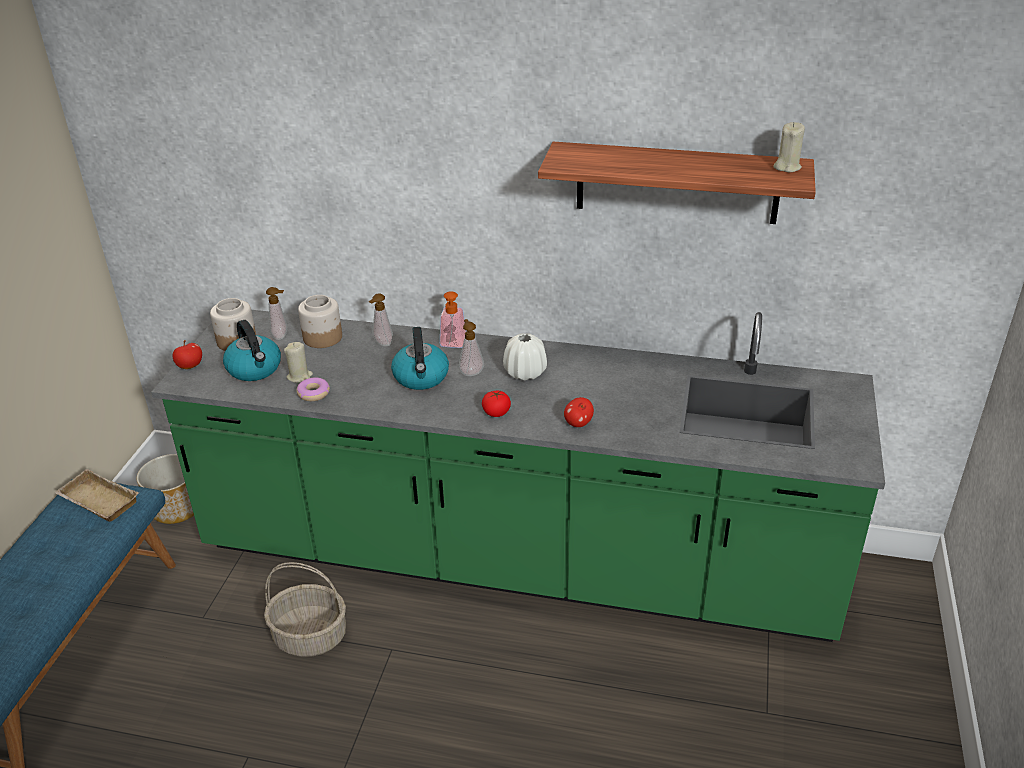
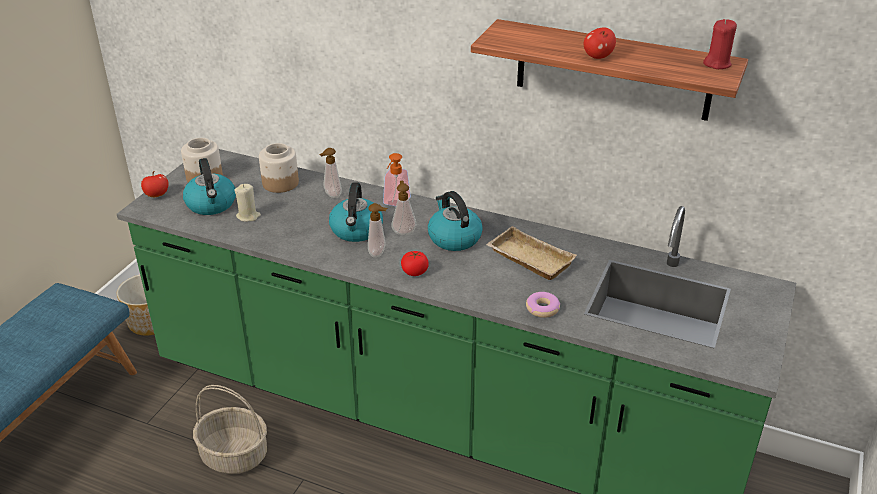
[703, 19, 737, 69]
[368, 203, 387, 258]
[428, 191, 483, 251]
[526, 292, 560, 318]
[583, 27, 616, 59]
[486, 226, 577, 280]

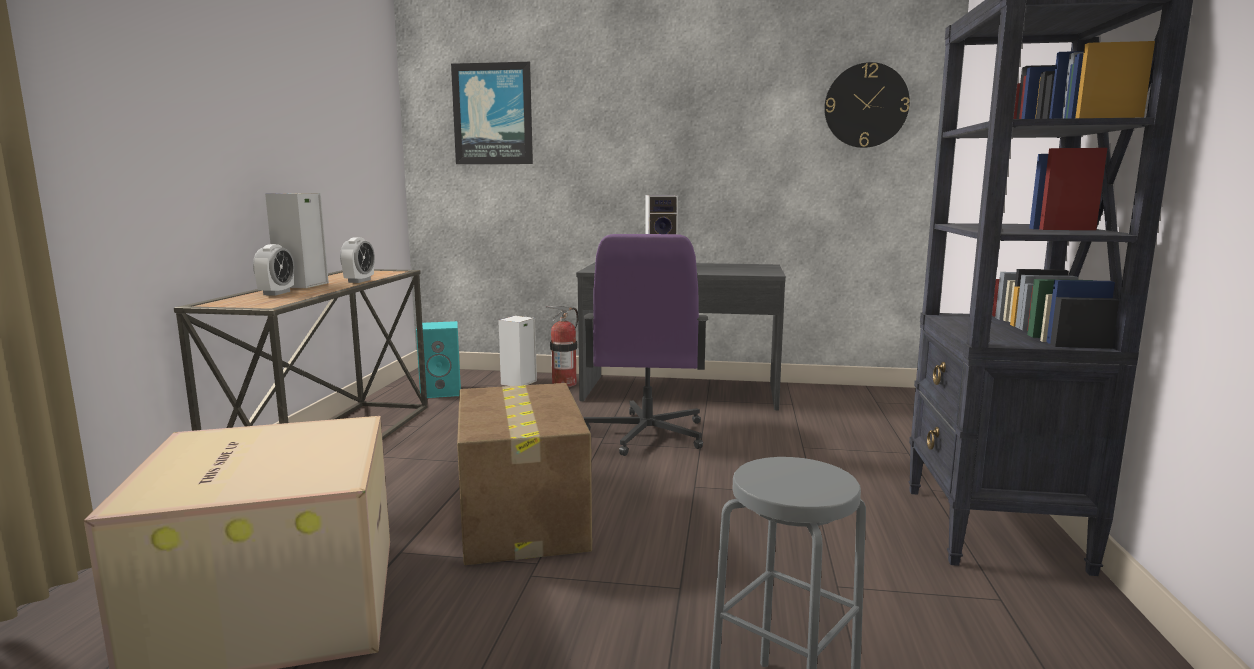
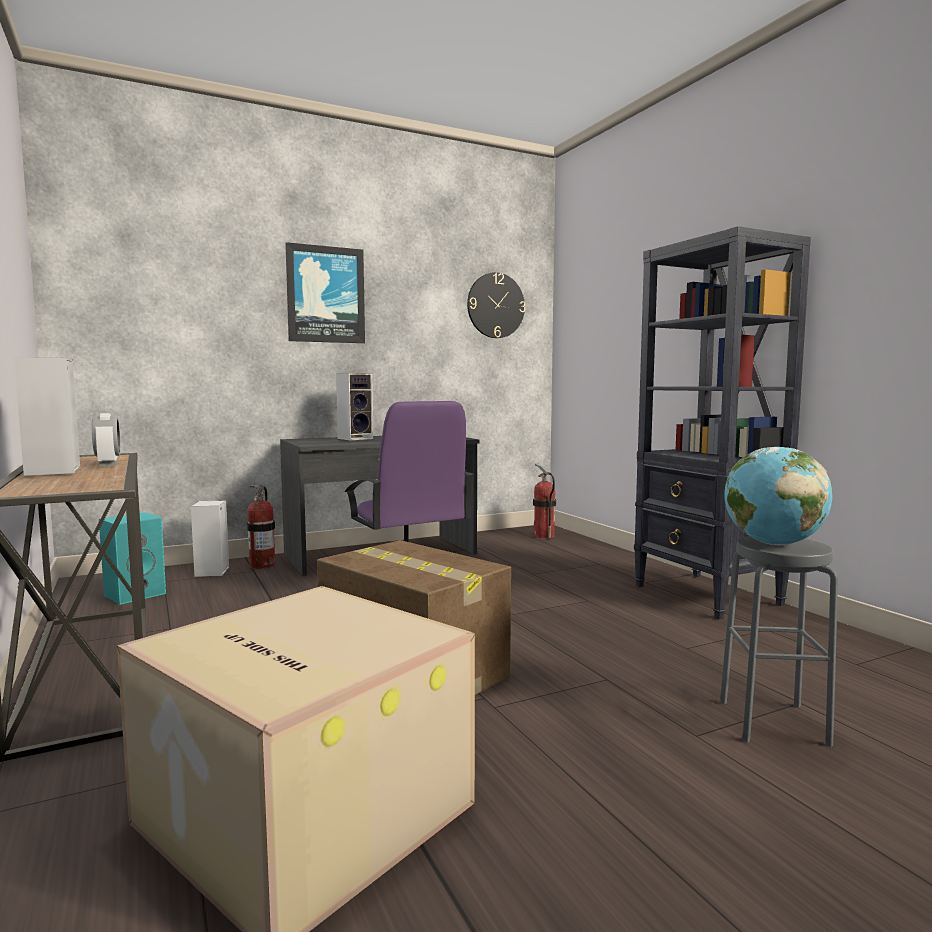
[285, 242, 365, 343]
[253, 244, 294, 296] (first image)
[724, 447, 832, 545]
[533, 464, 556, 538]

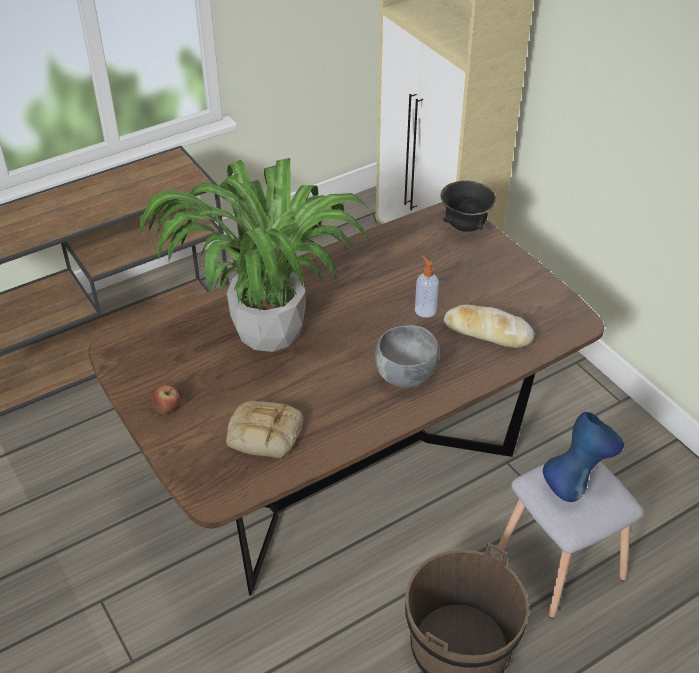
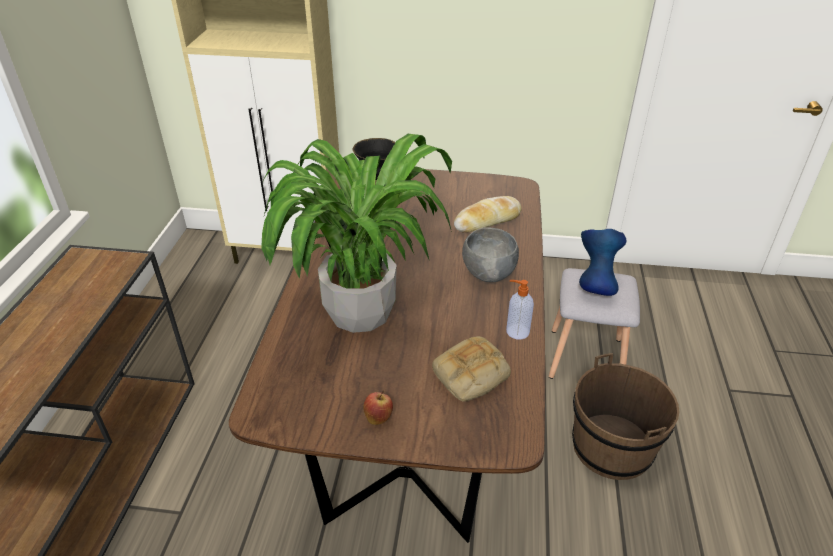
[506, 280, 534, 339]

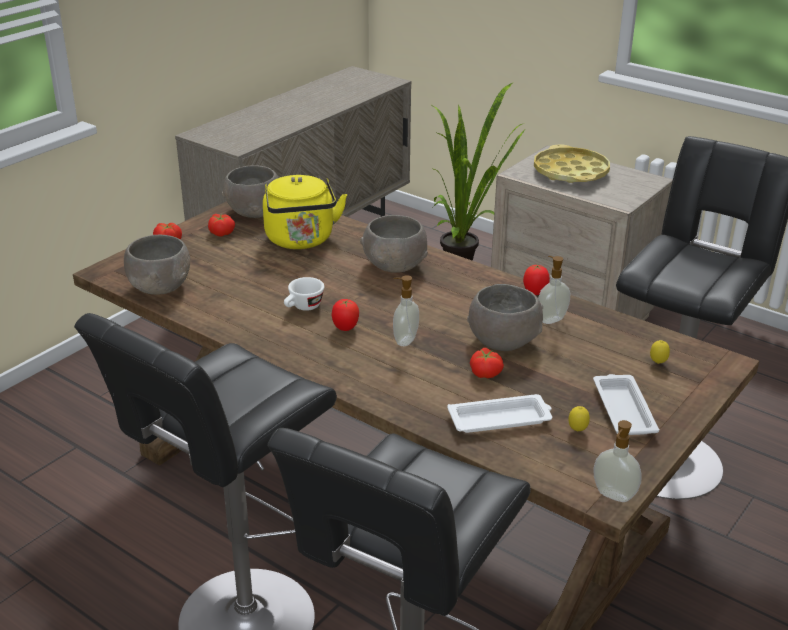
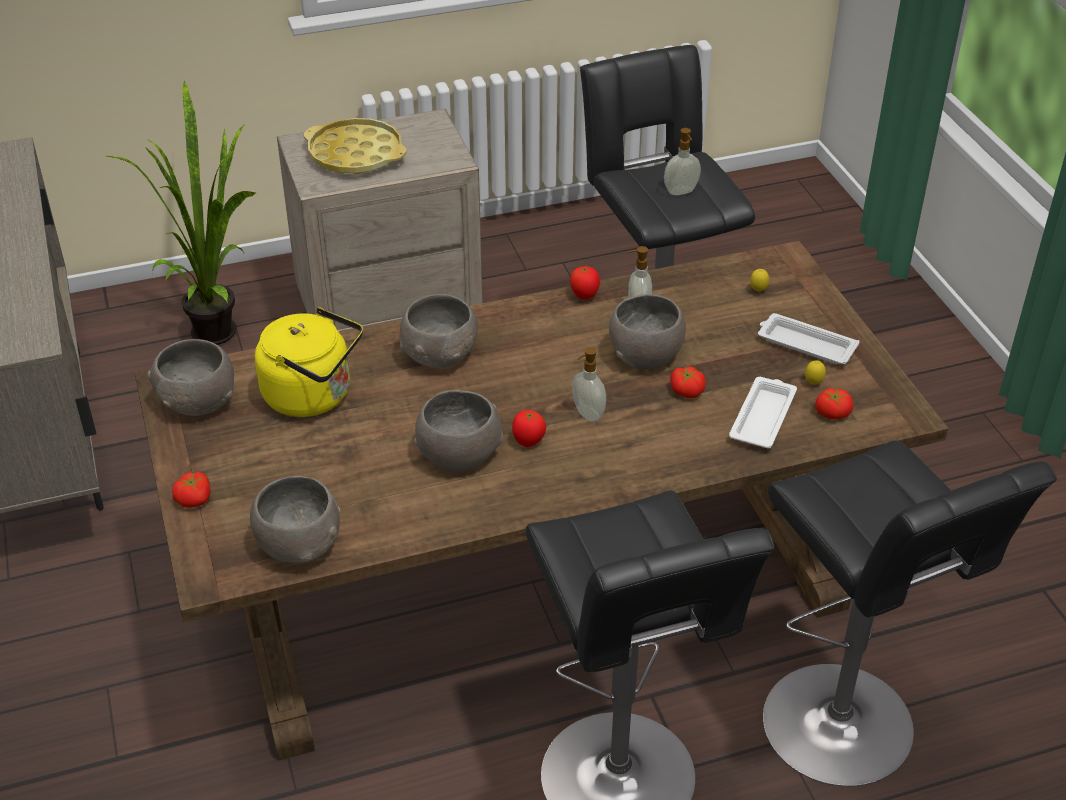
[815, 388, 853, 420]
[414, 390, 503, 471]
[664, 128, 701, 195]

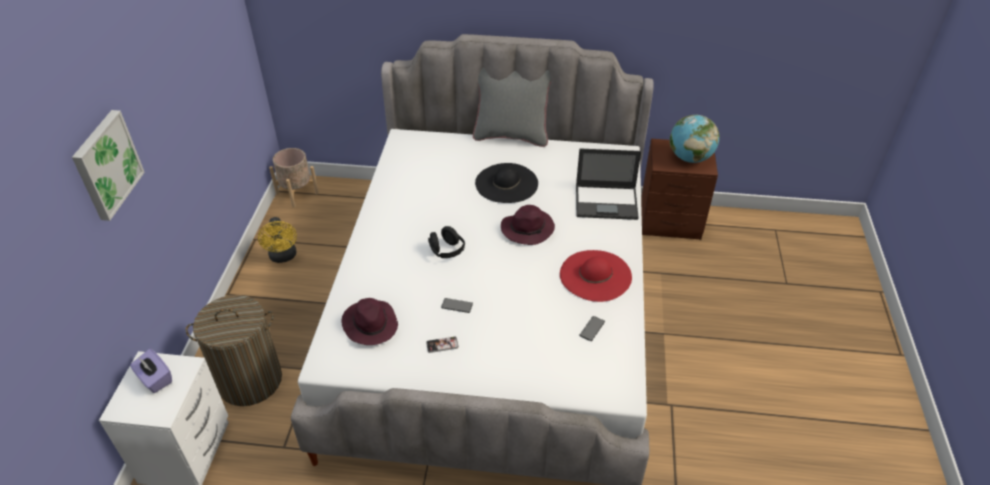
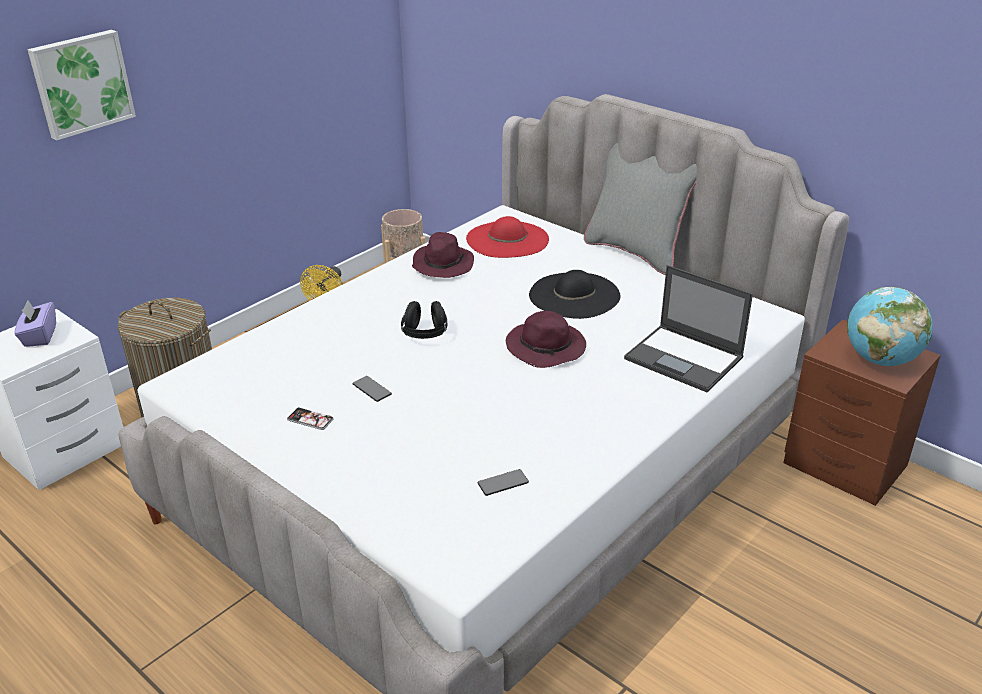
[466, 216, 549, 258]
[412, 232, 474, 278]

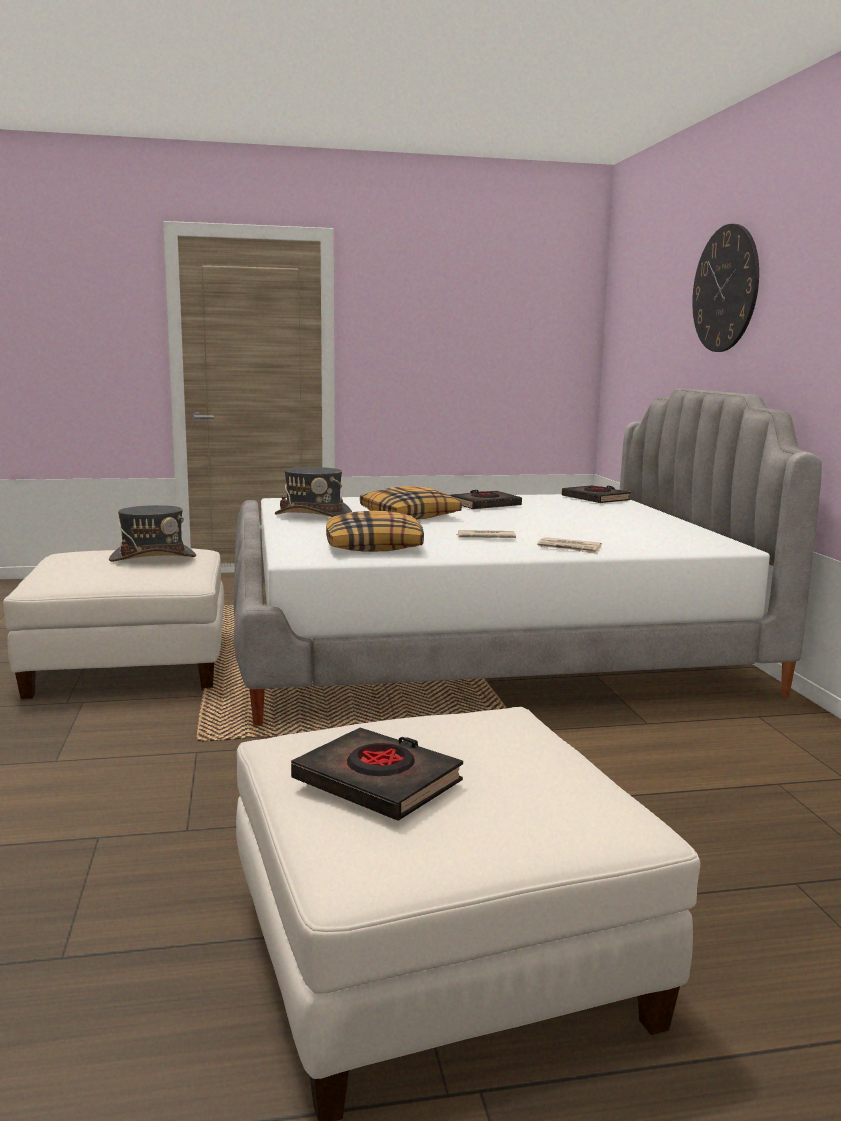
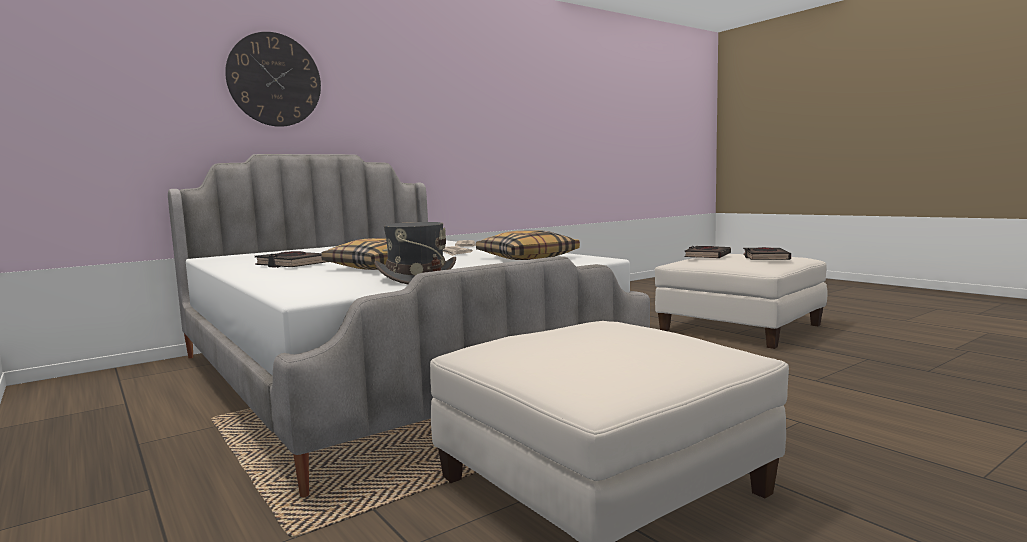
[684, 246, 731, 258]
[109, 505, 196, 562] (first image)

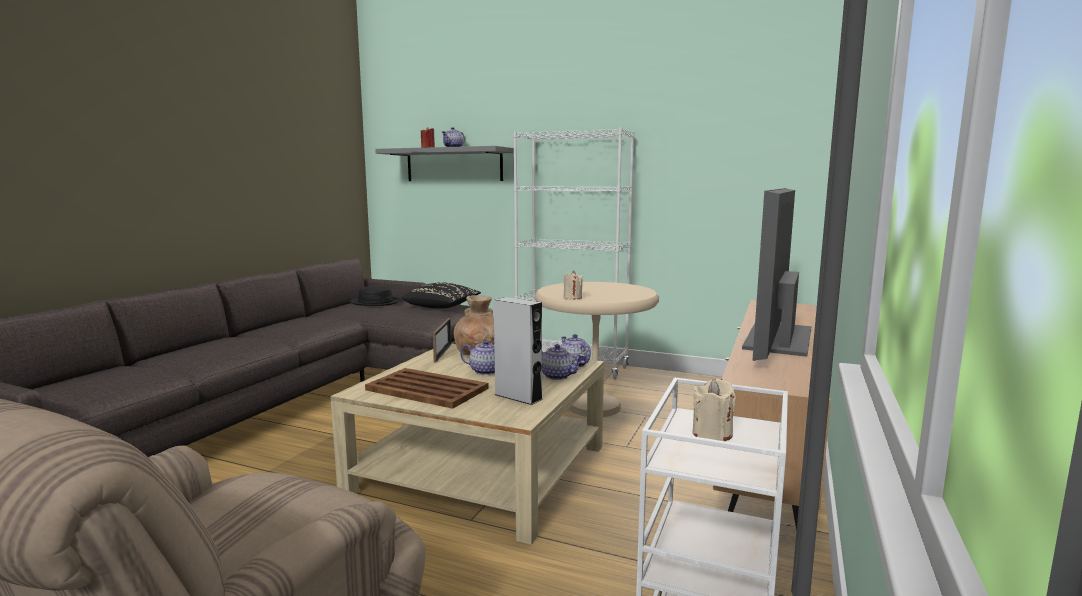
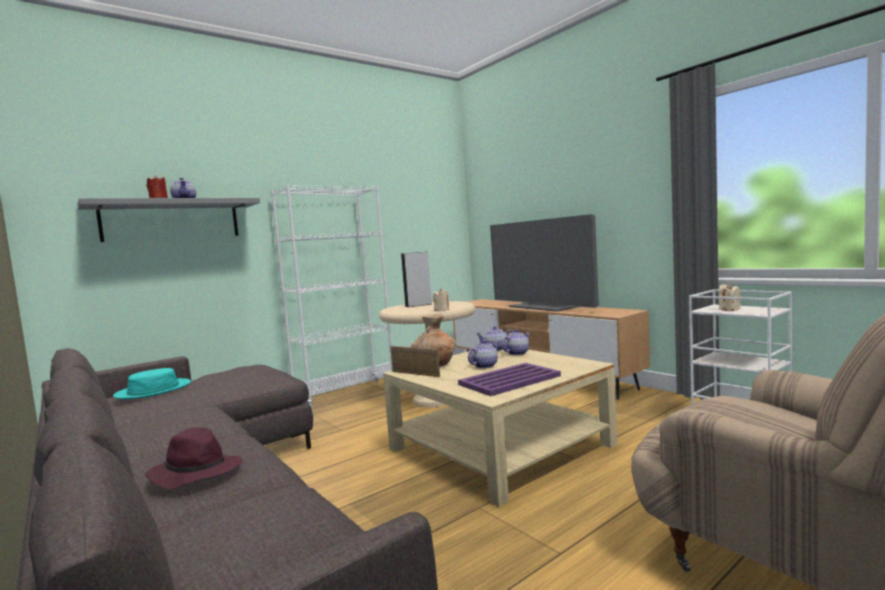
[401, 282, 481, 309] (first image)
[113, 368, 191, 399]
[401, 252, 432, 307]
[458, 363, 561, 396]
[145, 427, 243, 489]

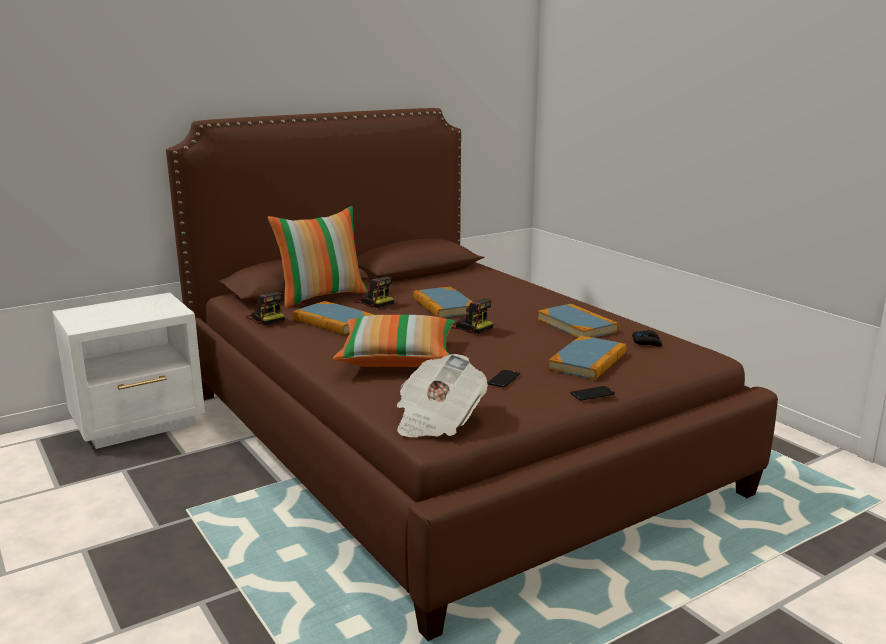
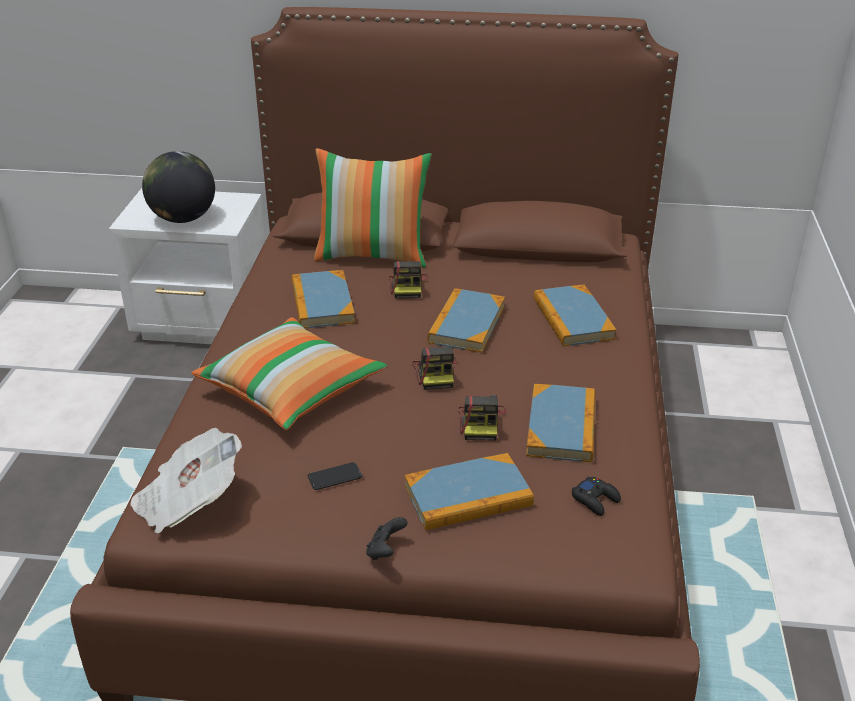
[458, 395, 506, 441]
[366, 517, 408, 560]
[142, 151, 215, 223]
[534, 285, 616, 346]

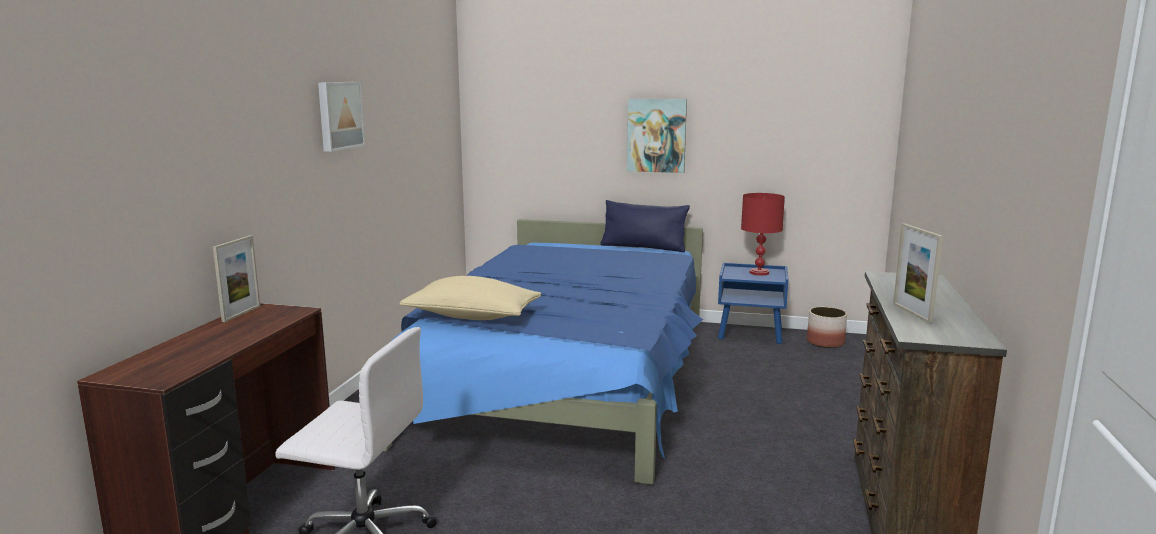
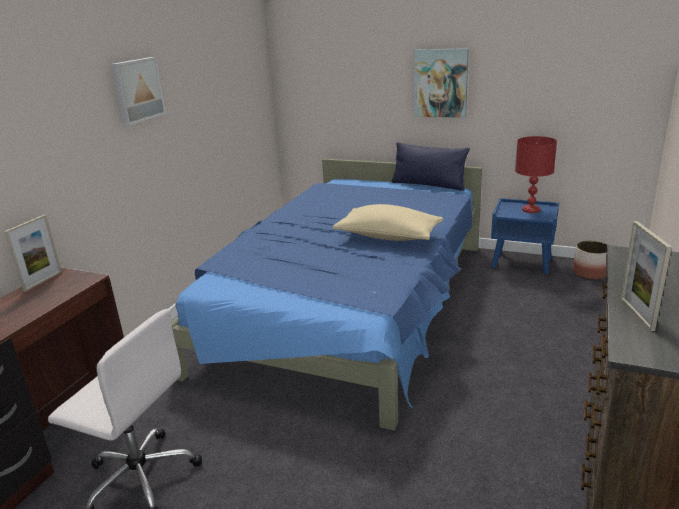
[332, 204, 443, 241]

